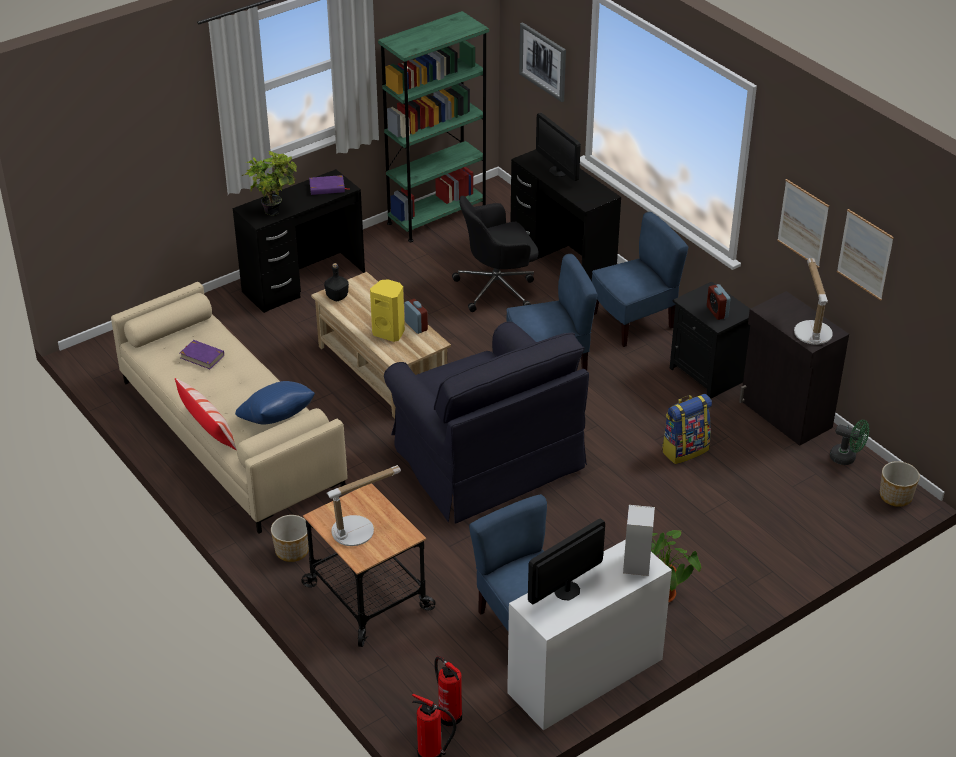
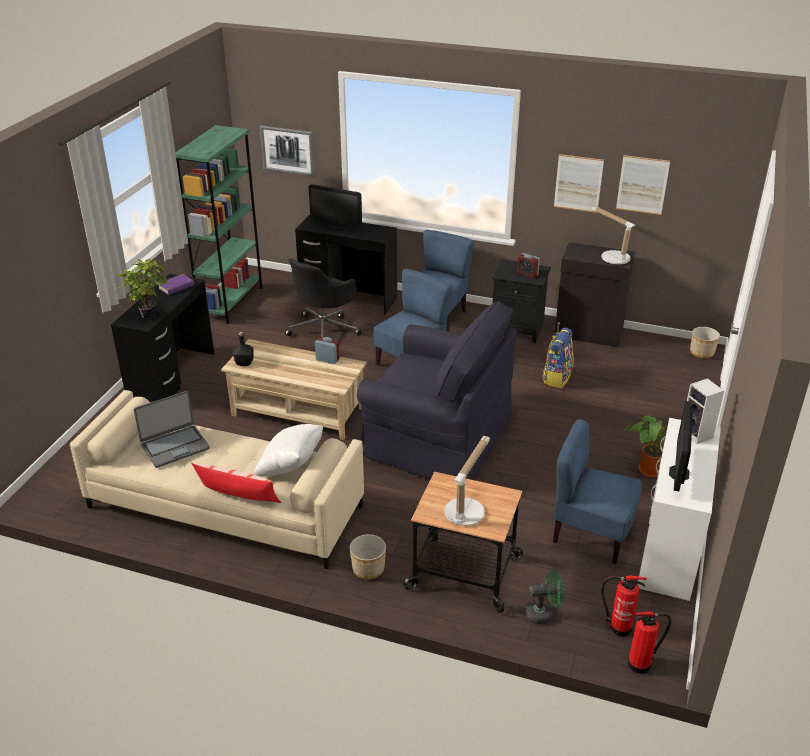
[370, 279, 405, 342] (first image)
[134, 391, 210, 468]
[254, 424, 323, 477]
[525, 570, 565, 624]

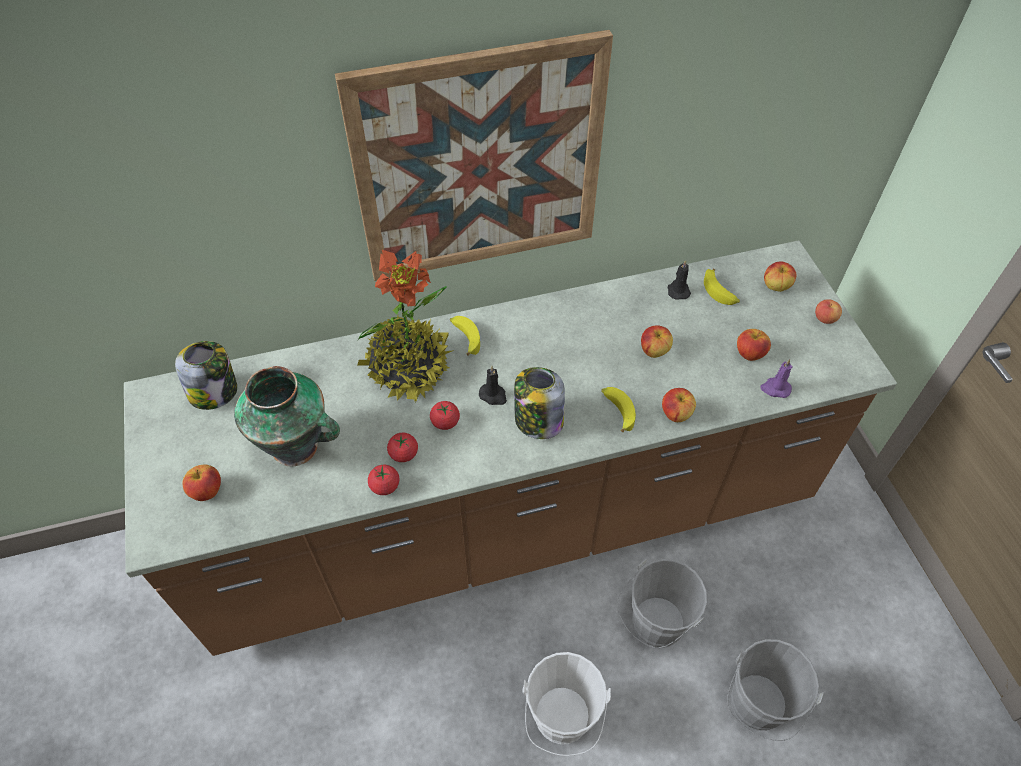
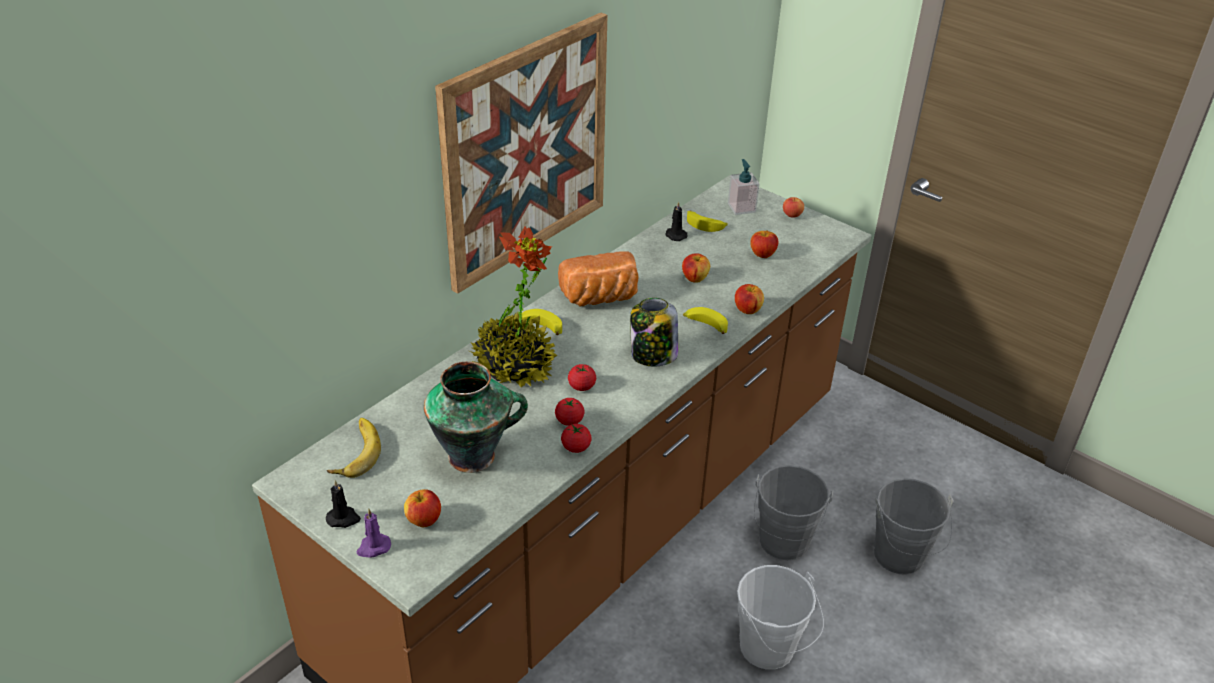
[728, 159, 760, 215]
[327, 418, 381, 478]
[357, 508, 391, 558]
[326, 480, 361, 528]
[558, 251, 639, 306]

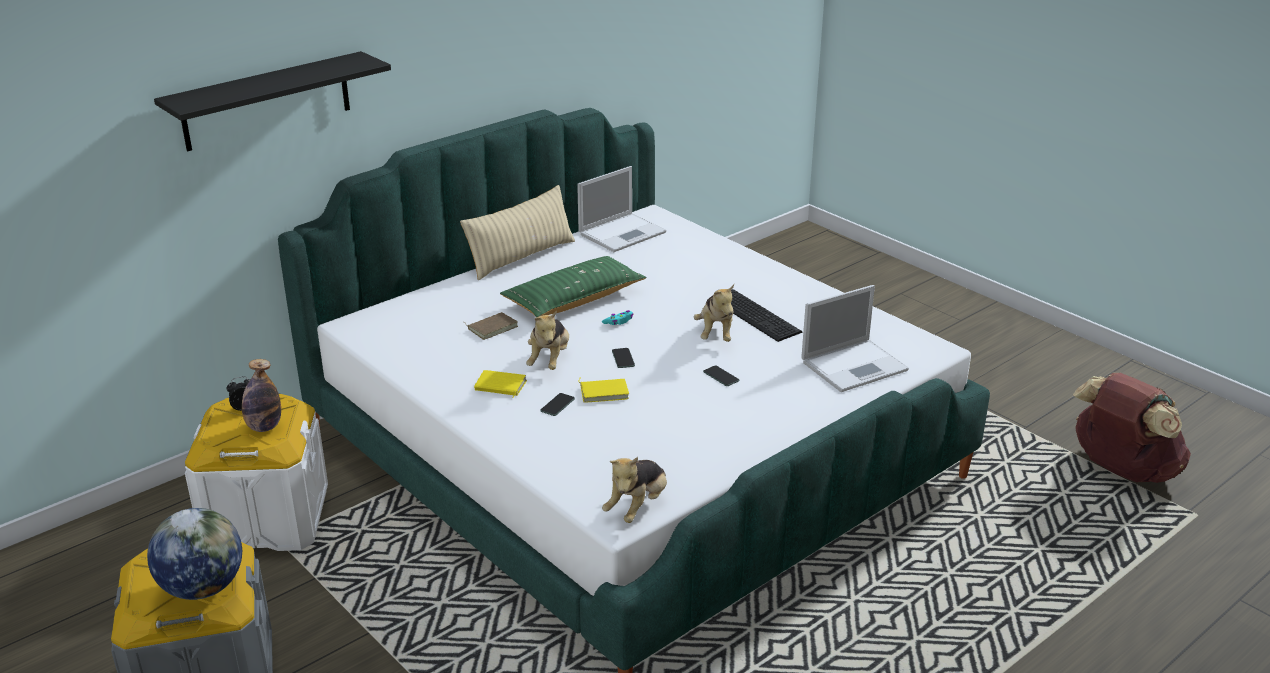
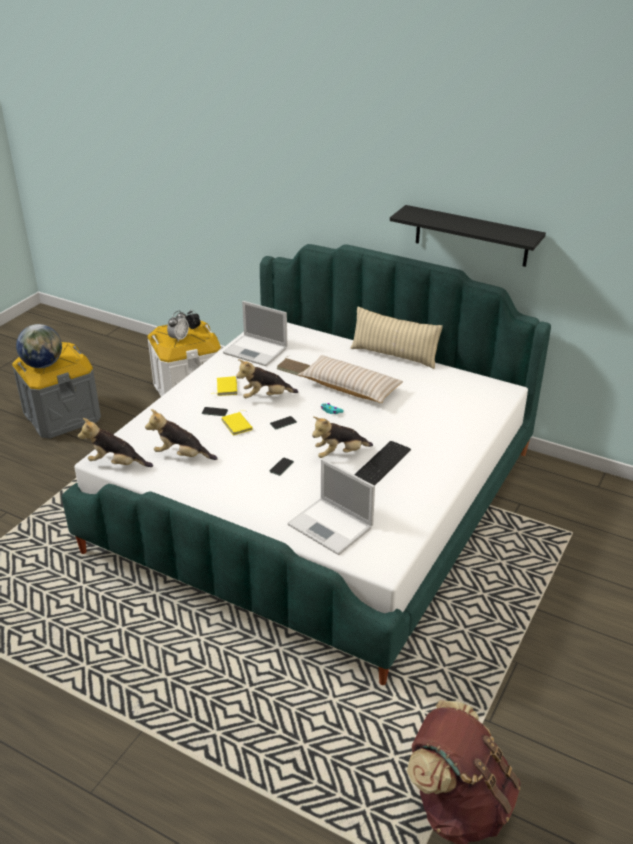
[390, 205, 546, 267]
[223, 301, 287, 366]
[298, 355, 403, 403]
[167, 311, 189, 342]
[145, 409, 218, 460]

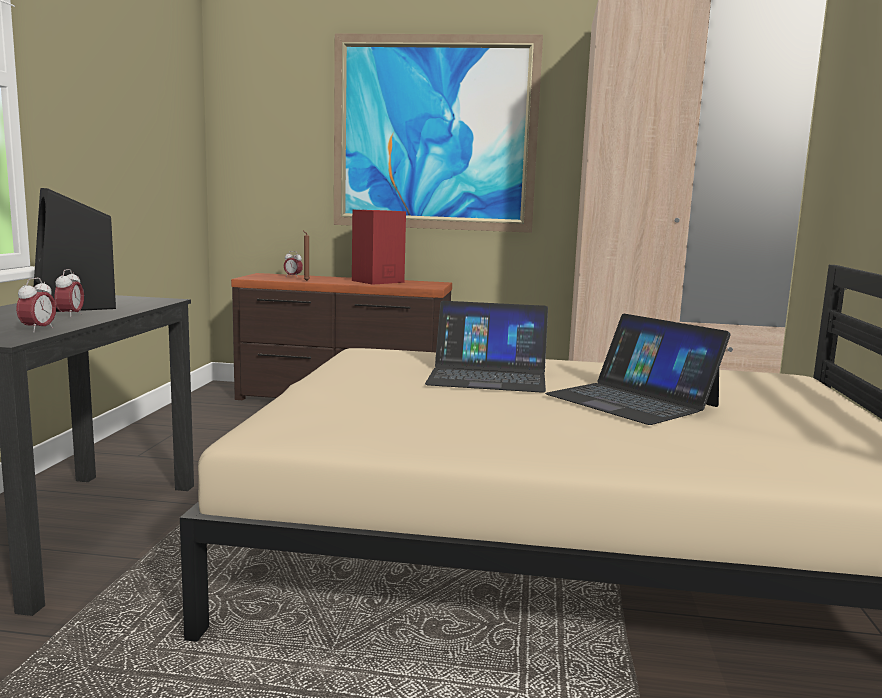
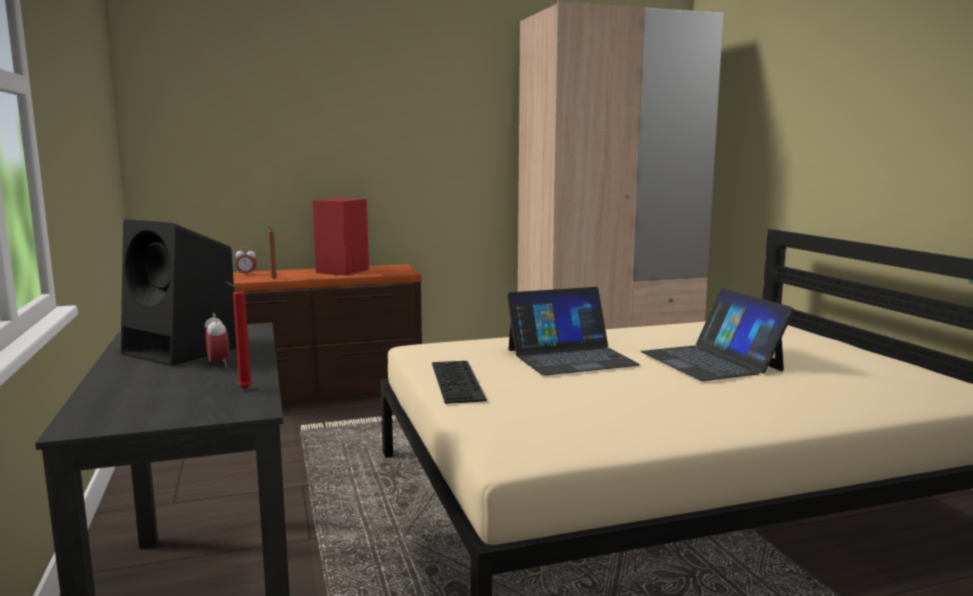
[334, 34, 543, 233] (first image)
[226, 282, 252, 389]
[640, 288, 794, 381]
[432, 361, 487, 404]

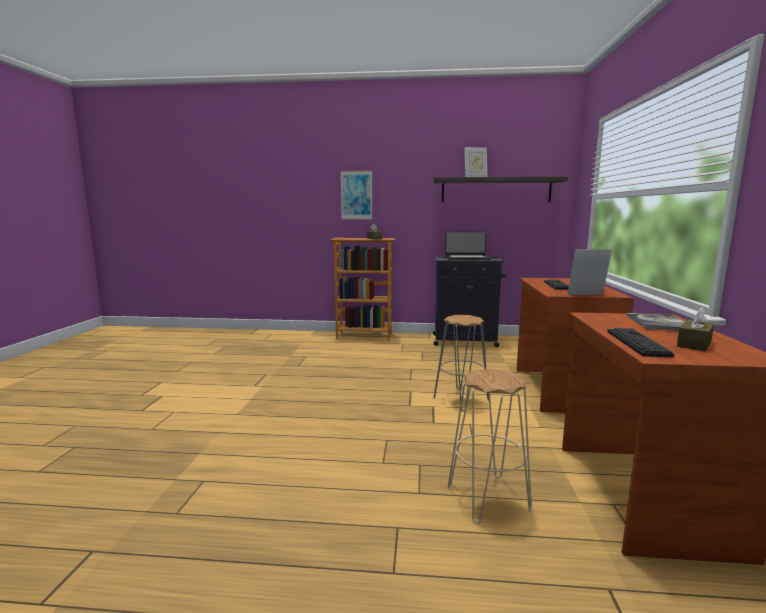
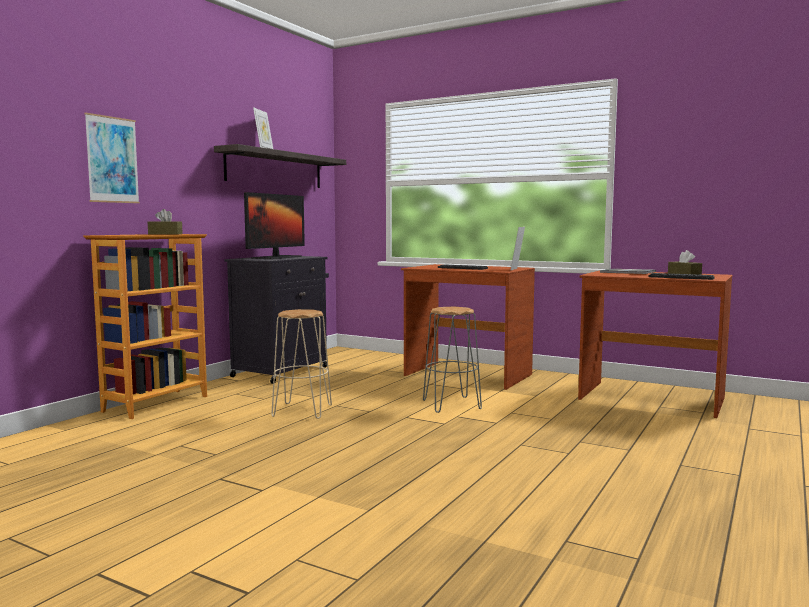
[244, 192, 305, 259]
[271, 309, 332, 419]

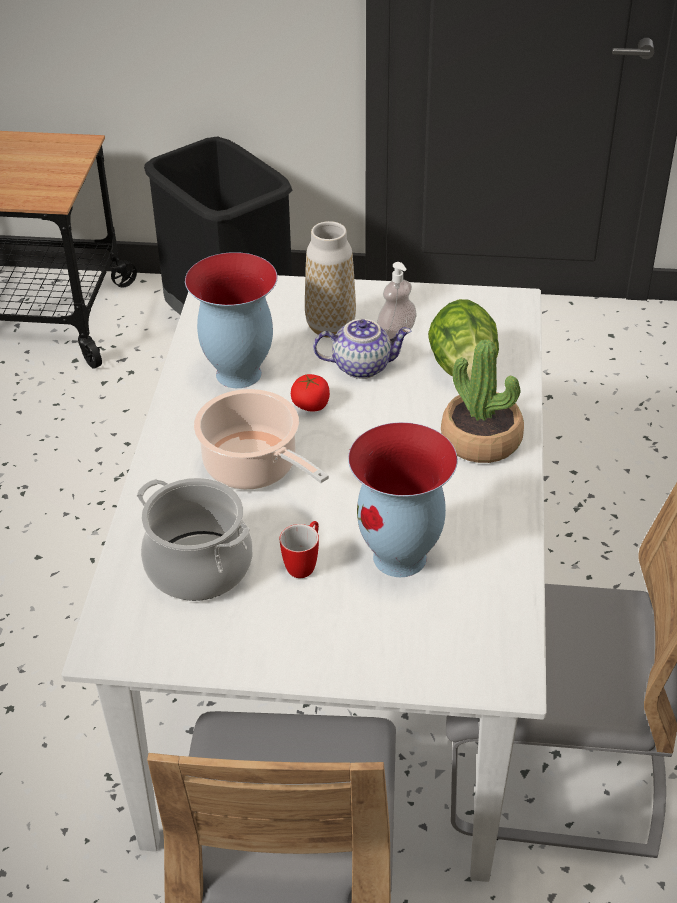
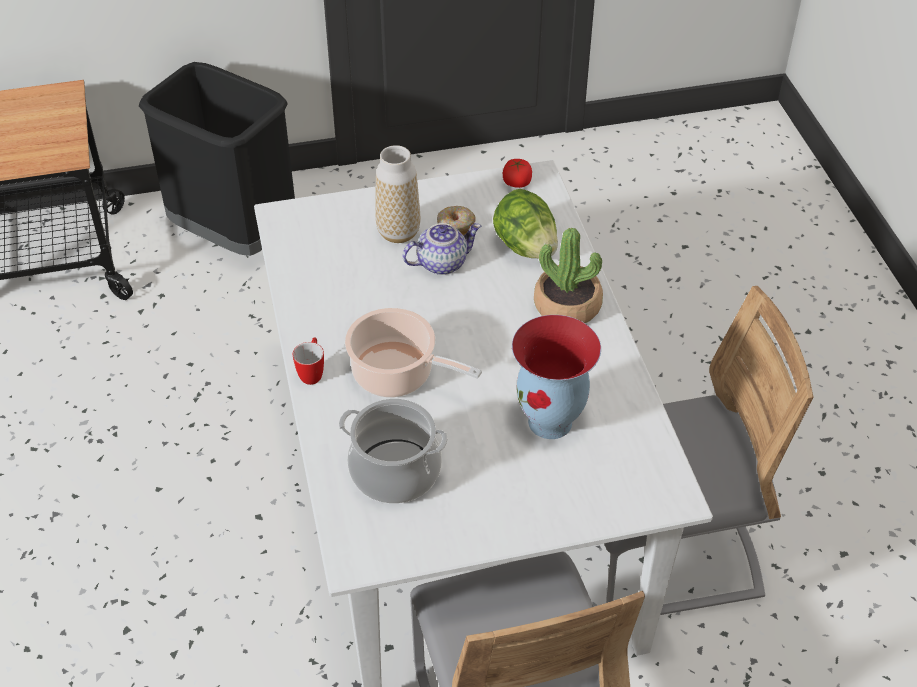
[185, 252, 278, 388] (first image)
[437, 206, 476, 235]
[503, 159, 532, 188]
[293, 337, 324, 385]

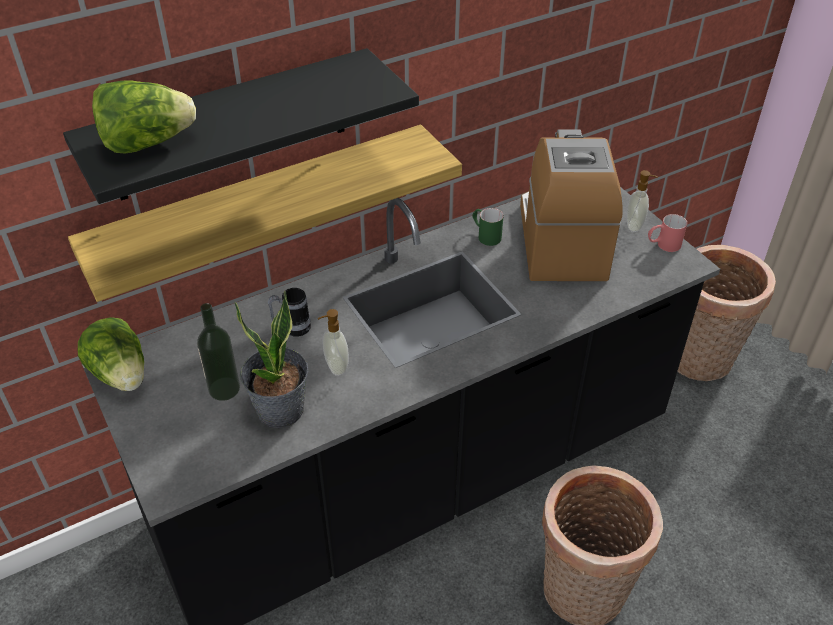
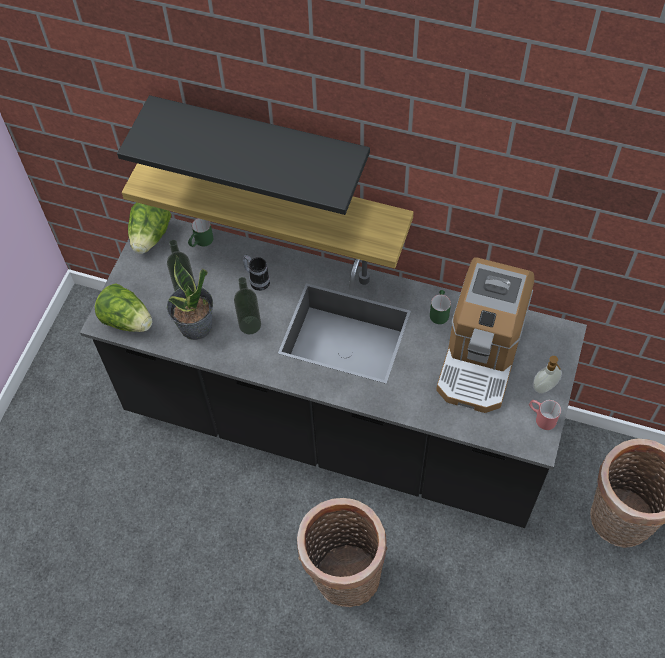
[95, 283, 152, 332]
[436, 257, 534, 413]
[234, 277, 261, 334]
[188, 218, 213, 247]

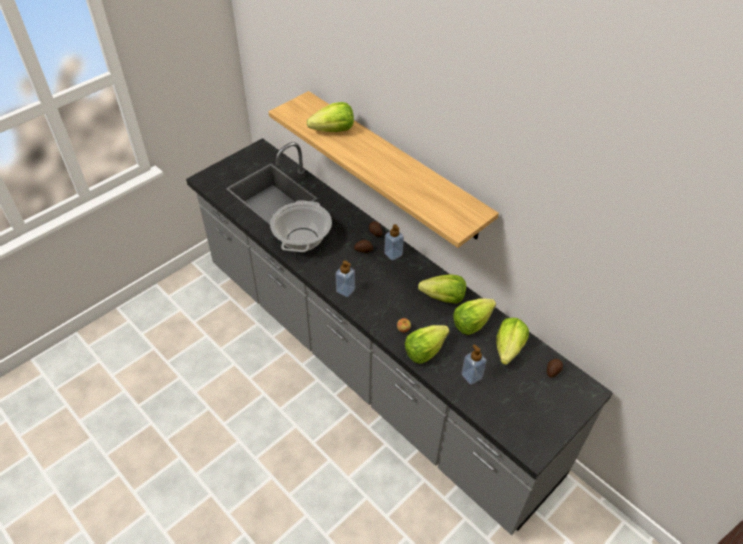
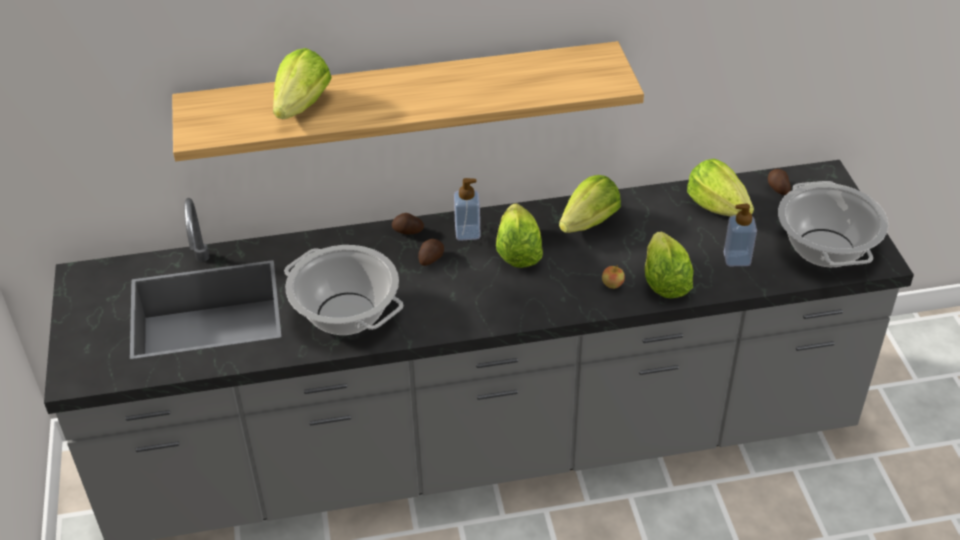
[336, 260, 355, 297] (first image)
[496, 204, 543, 268]
[778, 181, 888, 268]

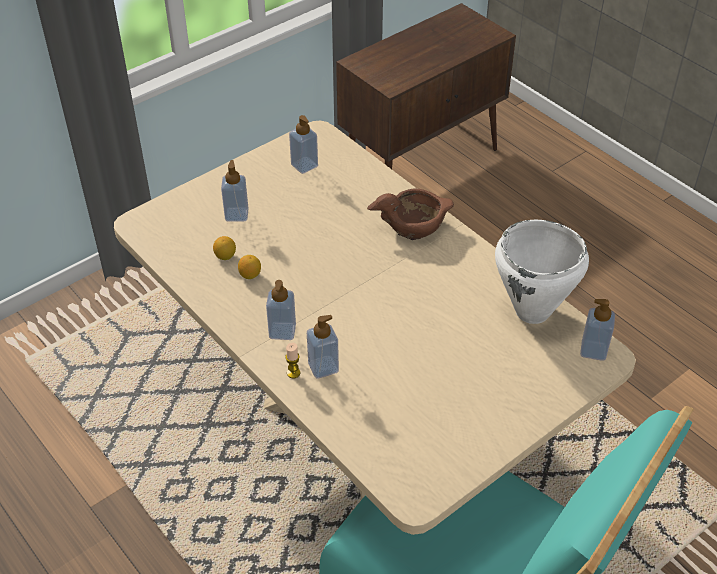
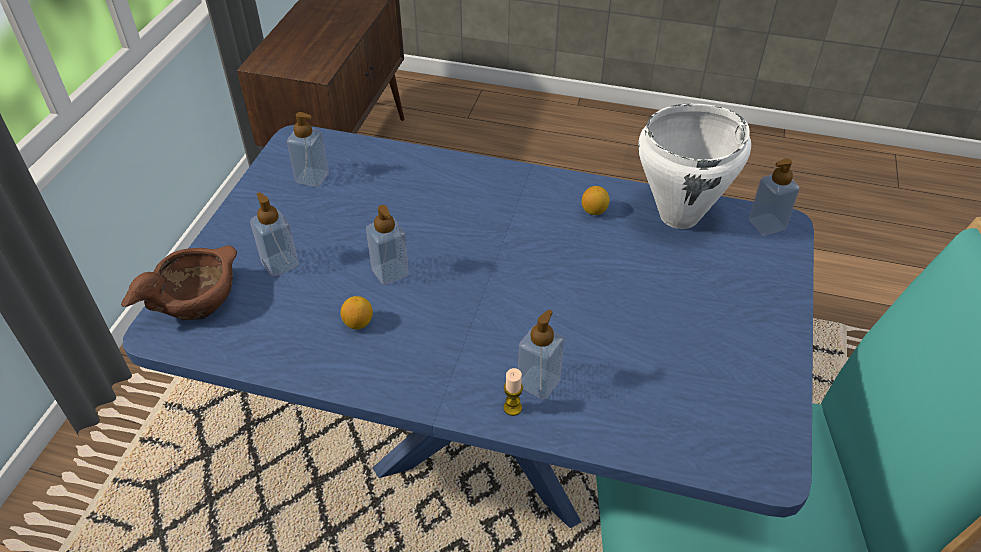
[123, 125, 814, 528]
[121, 245, 237, 320]
[582, 186, 609, 215]
[366, 205, 409, 285]

